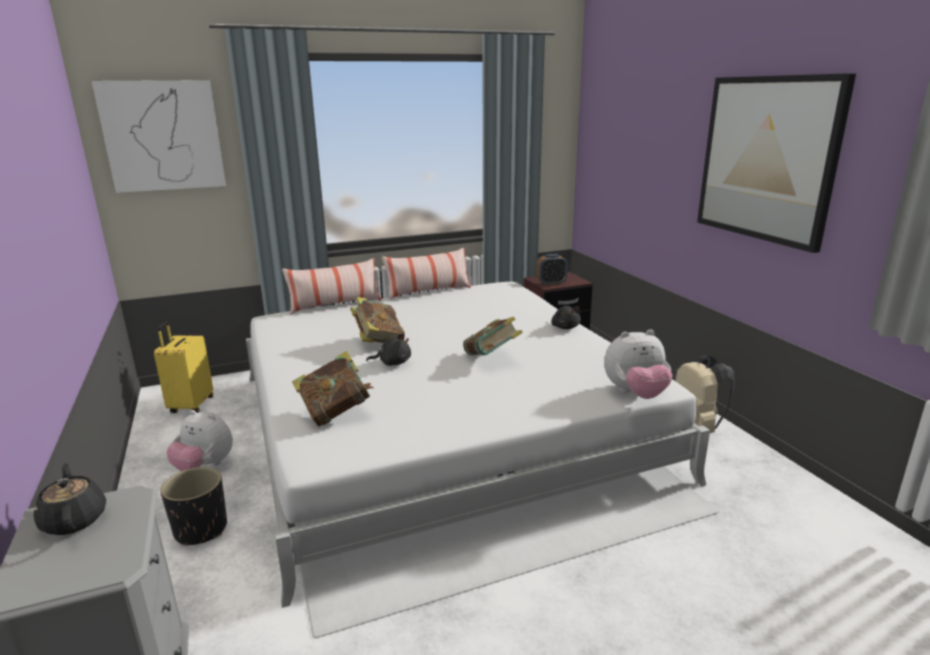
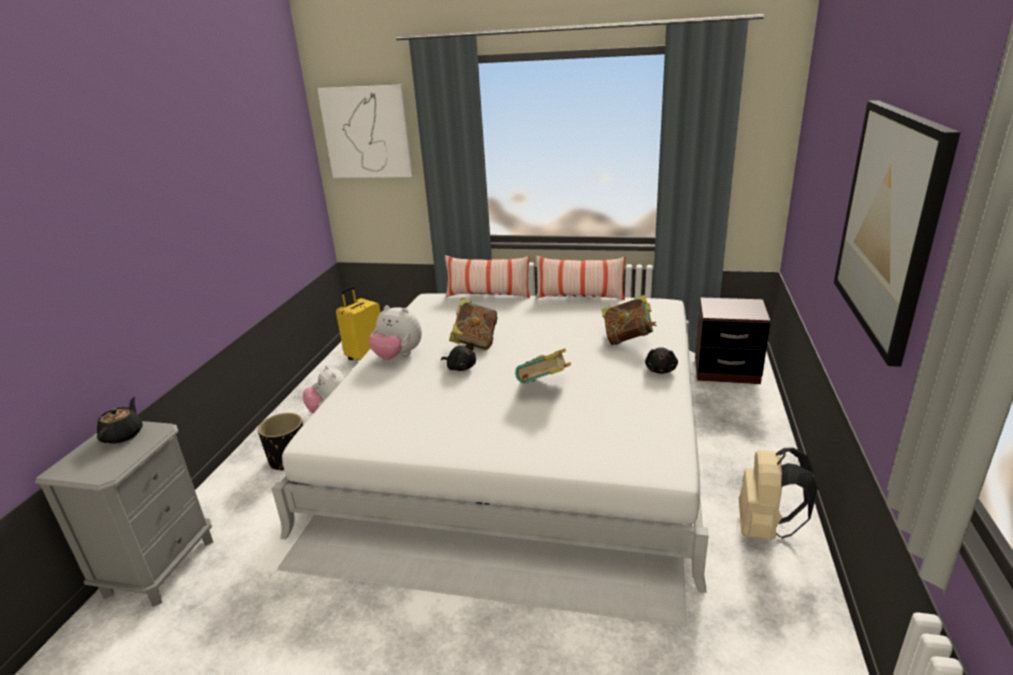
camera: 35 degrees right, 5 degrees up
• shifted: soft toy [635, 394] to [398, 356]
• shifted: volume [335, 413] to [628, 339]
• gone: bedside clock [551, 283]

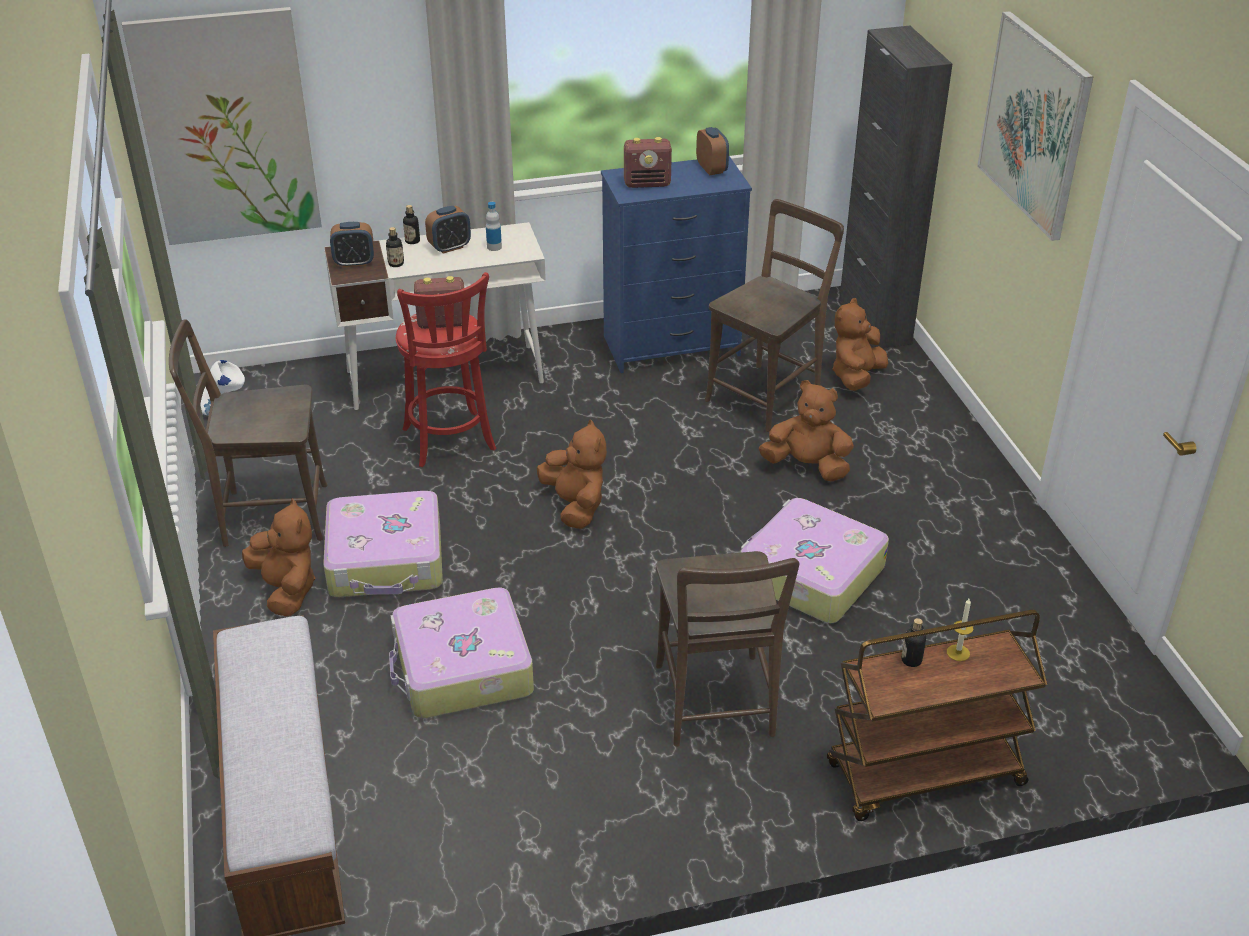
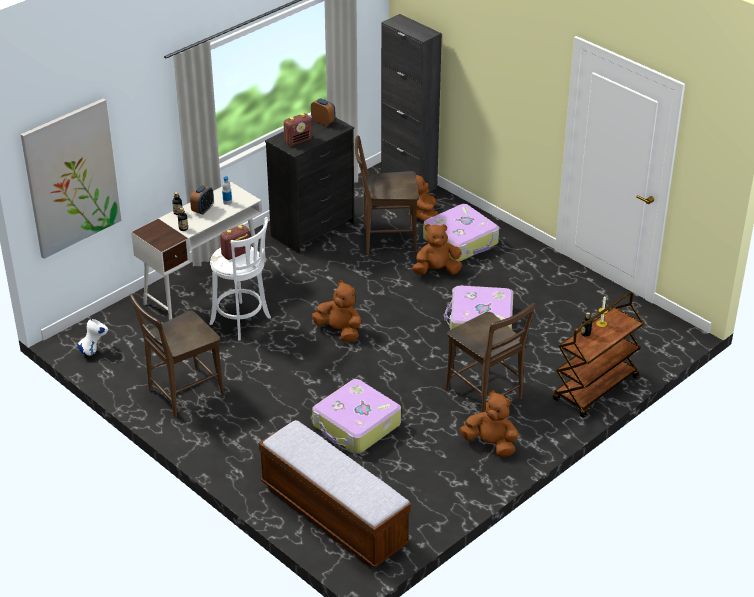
camera: 30 degrees left, 0 degrees up
• repainted: stool seat in red [450, 442] to stool seat in white [242, 322]
• repainted: drawer chest in blue [671, 346] to drawer chest in black-coloured [313, 230]
• rotated: plain chair in brownish [767, 394] = [386, 240] 105 degrees counterclockwise
• shifted: travel case [387, 560] to [461, 241]
• shifted: soft toy in brownish [286, 590] to [491, 444]
• gone: bedside clock [354, 263]
• gone: wall art [1034, 124]

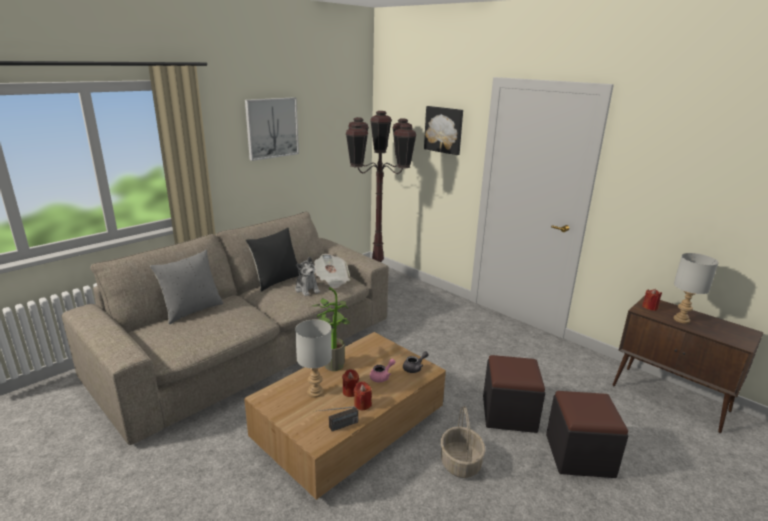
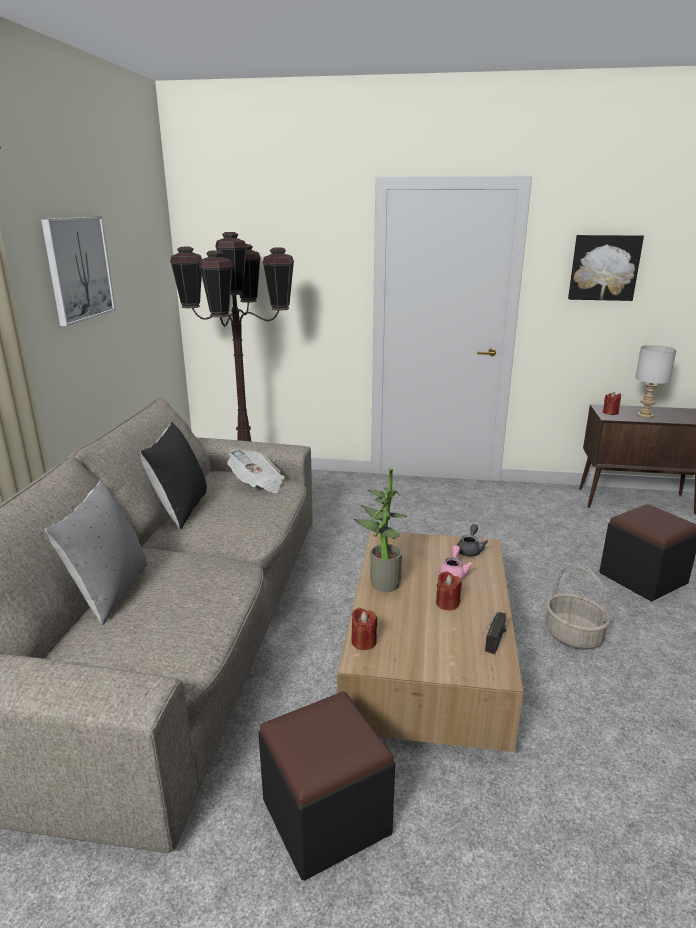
camera: 35 degrees left, 0 degrees up
• shifted: ottoman in black-coloured [509, 413] to [326, 816]
• shifted: wax light in red [362, 404] to [363, 642]
• shifted: wall art [444, 130] to [604, 267]
• gone: soft toy [307, 289]
• gone: lamp for a table in grey [315, 392]

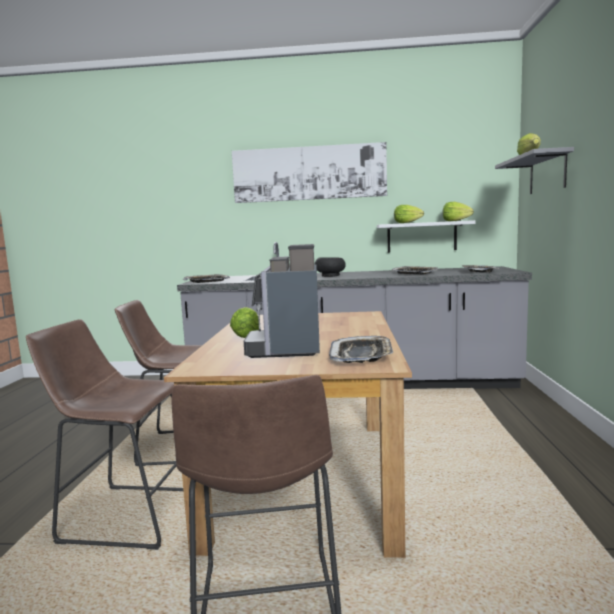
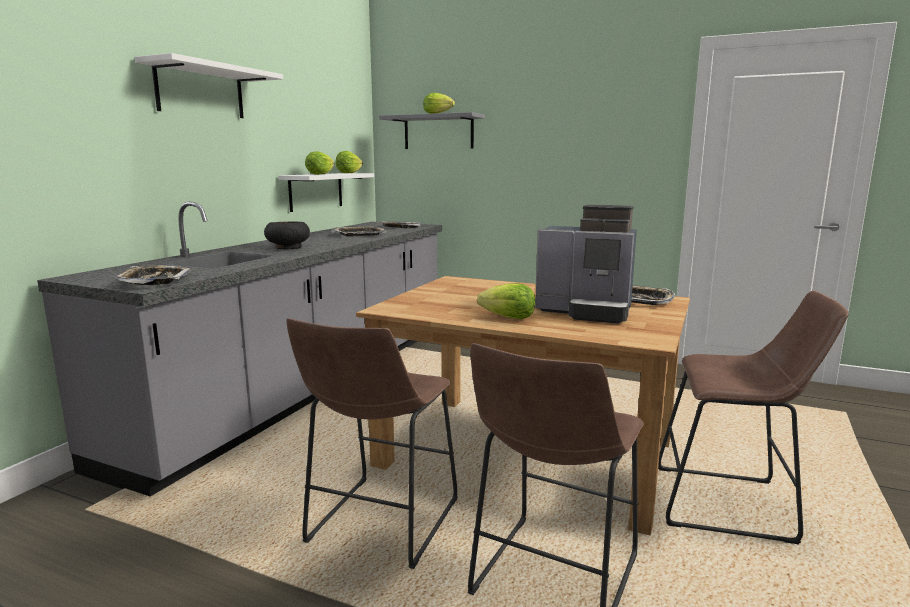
camera: 70 degrees left, 5 degrees up
• swapped: wall art [309, 173] to shelf in white [200, 91]

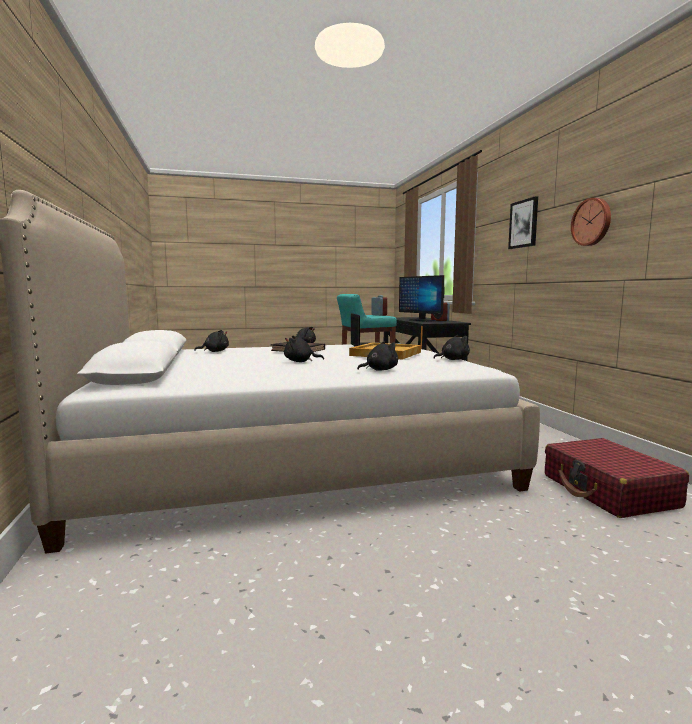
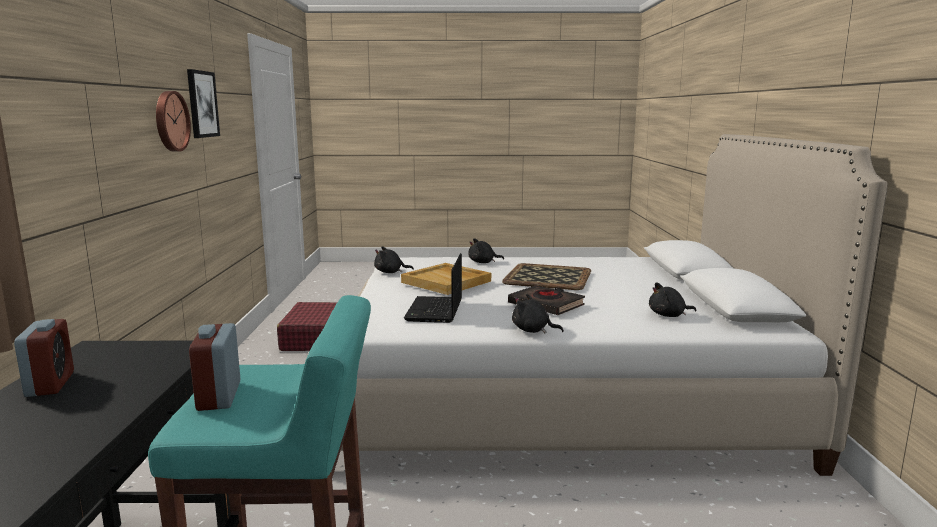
camera: 165 degrees left, 5 degrees up
• shifted: wall art [524, 224] to [202, 104]
• swapped: soft toy in black-coloured [300, 361] to carrying tray [547, 277]
• gone: monitor [422, 320]

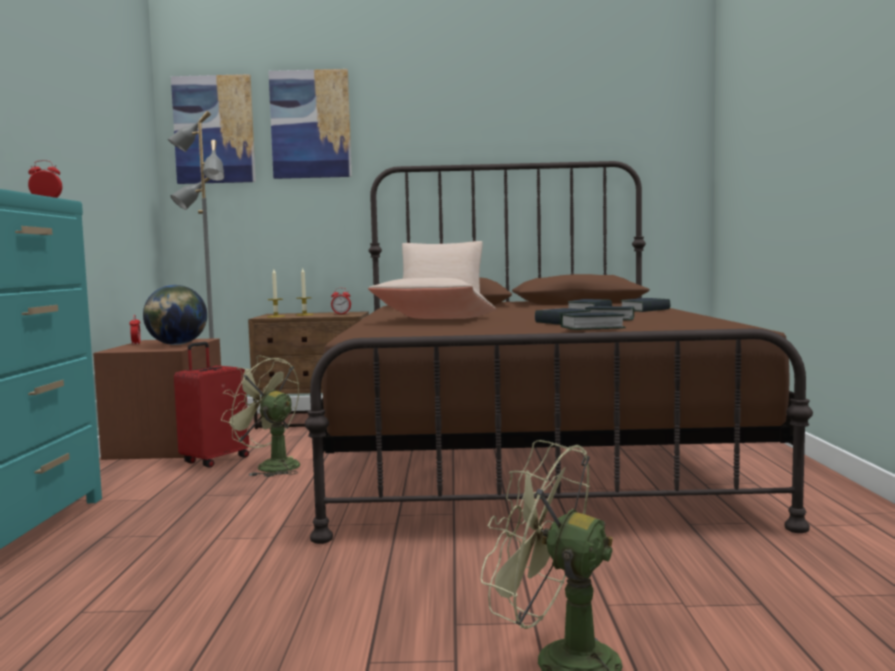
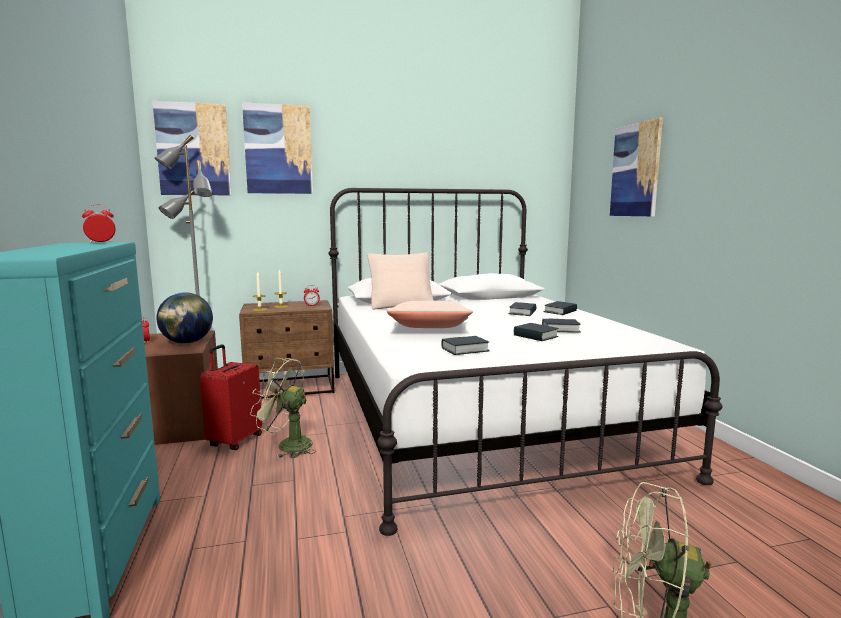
camera: 15 degrees left, 5 degrees up
• repainted: bed in brownish [527, 454] to bed in white [476, 417]
• shifted: volume [592, 328] to [465, 350]
• new: wall art [635, 170]

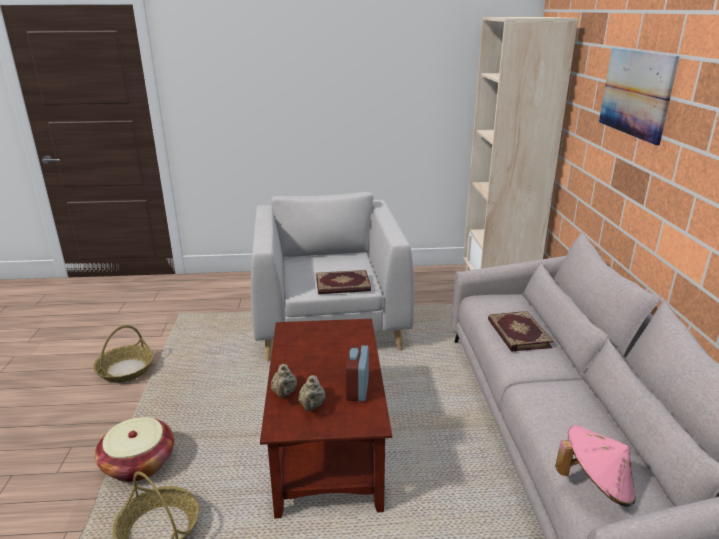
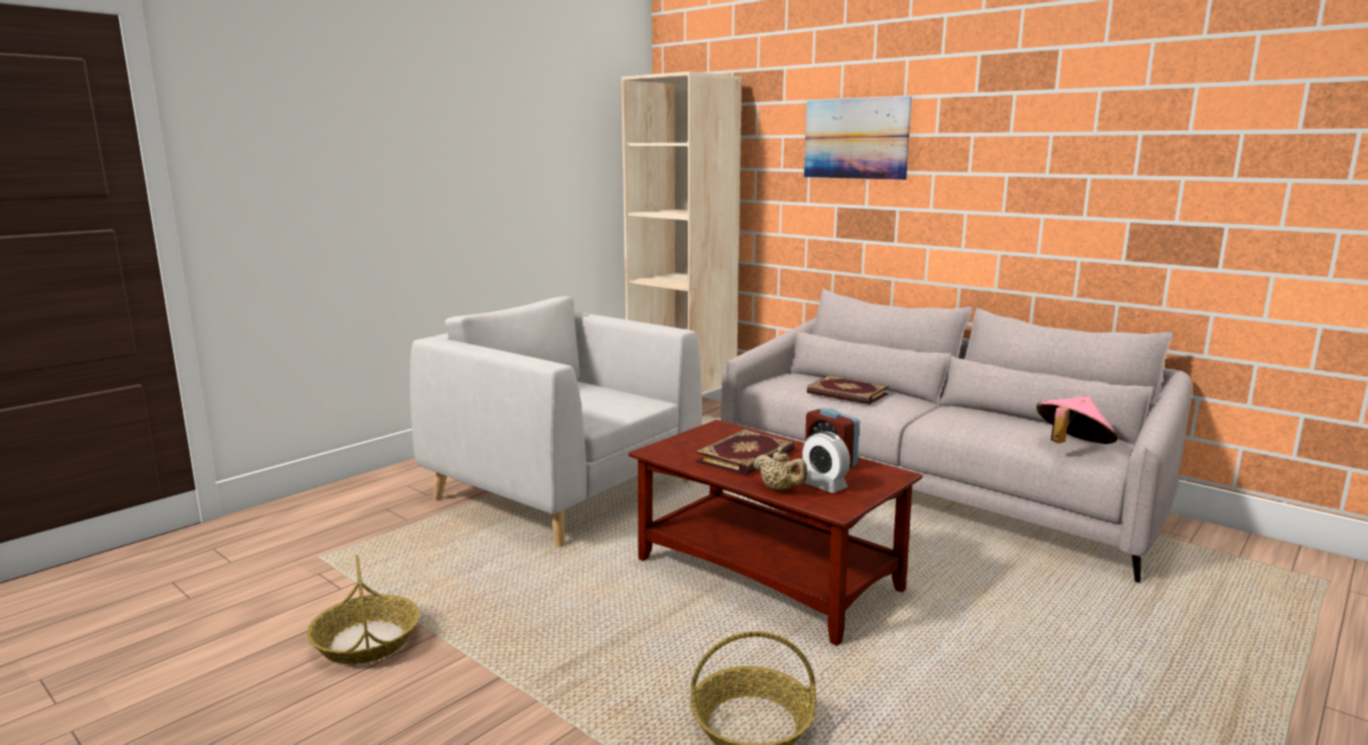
camera: 45 degrees left, 10 degrees down
• shifted: volume [343, 285] to [747, 456]
• swapped: tea pot in beige-coloured [312, 406] to bedside clock [824, 486]
• gone: household basket [139, 464]

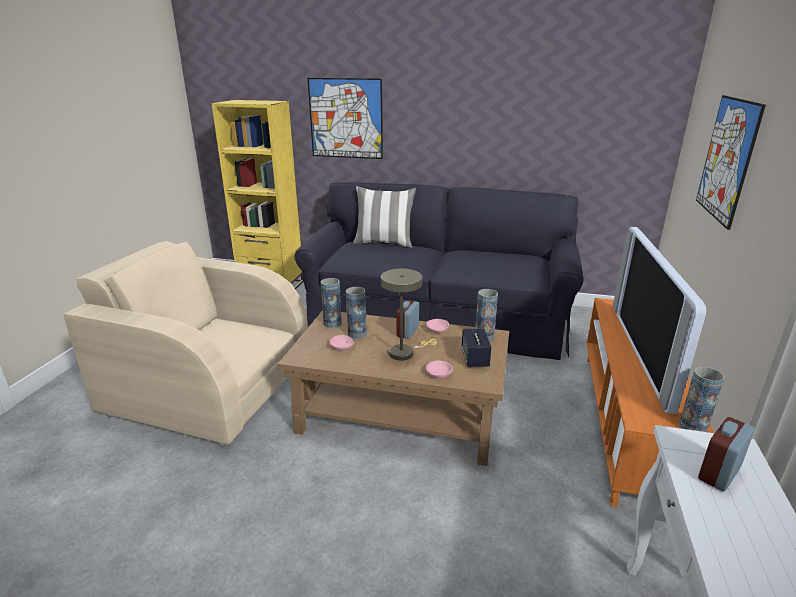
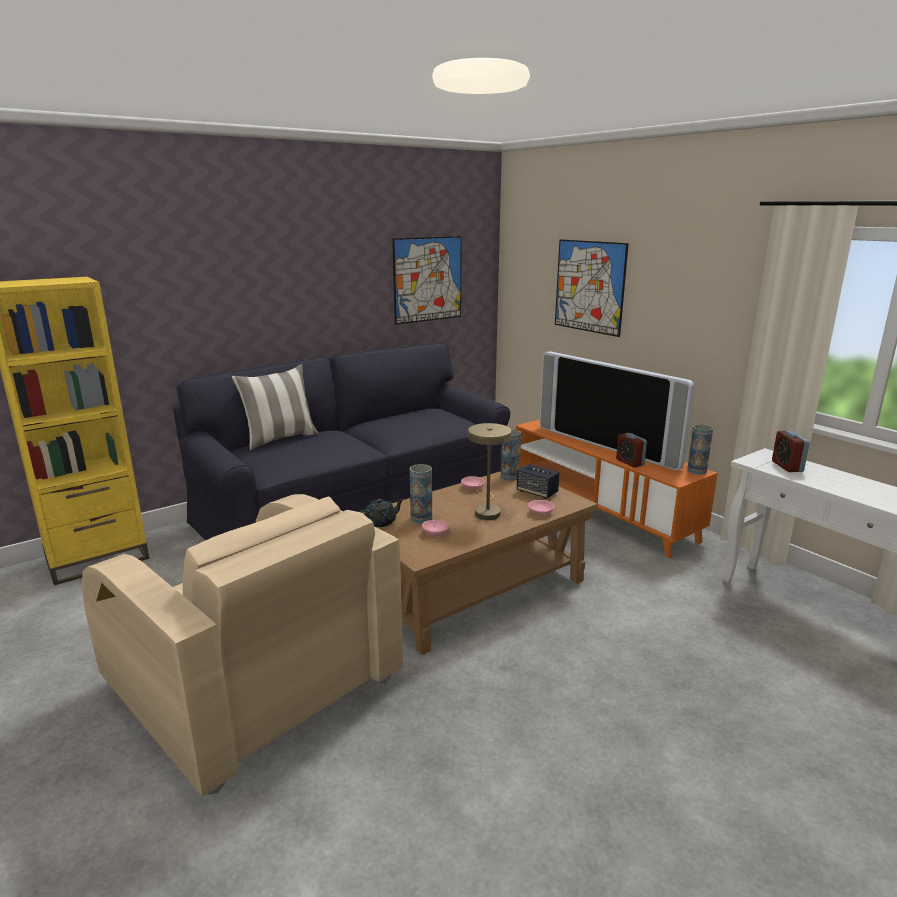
camera: 50 degrees left, 5 degrees down
• rotated: easy chair in beige-coloured [210, 388] = [253, 683] 105 degrees counterclockwise
• swapped: vase [332, 323] to tea pot in black-coloured [381, 522]
• shifted: wall art [346, 118] to [428, 279]
• shifted: bedside clock [407, 332] to [629, 462]

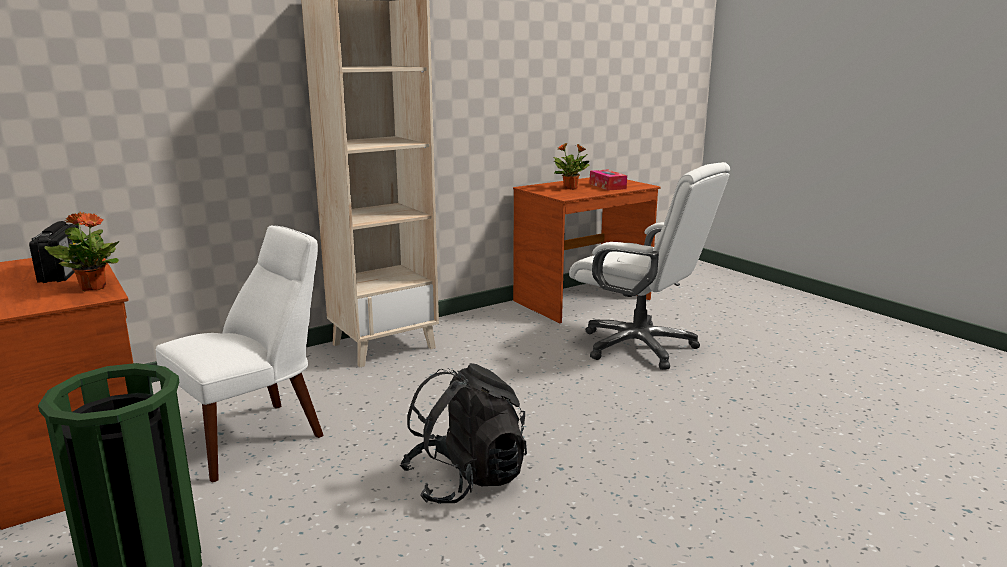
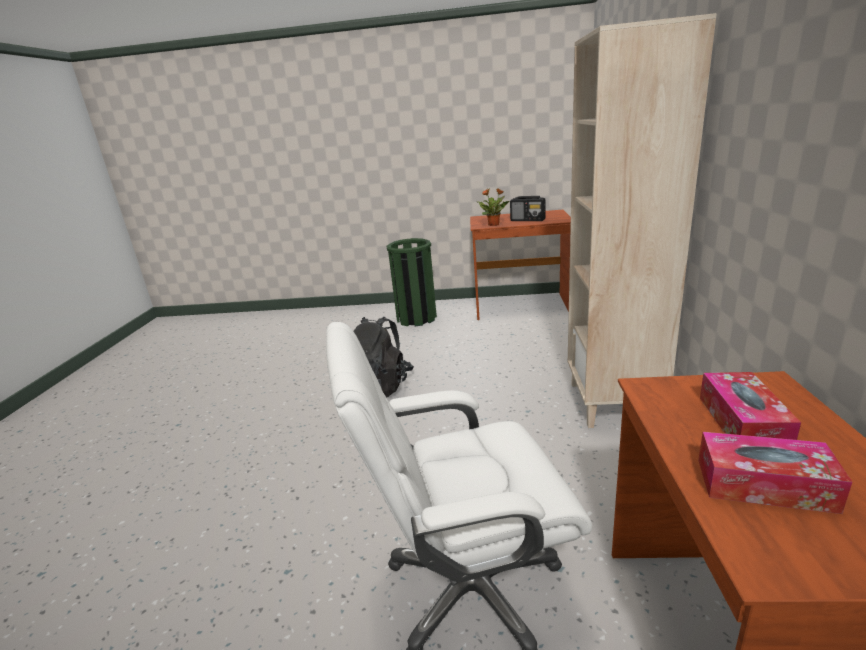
camera: 130 degrees right, 5 degrees up
• swapped: houseplant [571, 188] to box of tissues [742, 422]
• gone: plain chair in white [255, 437]

